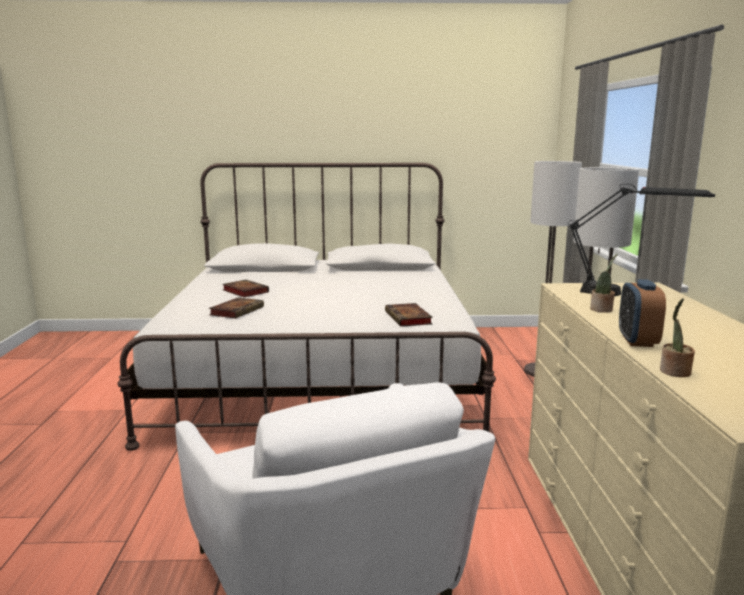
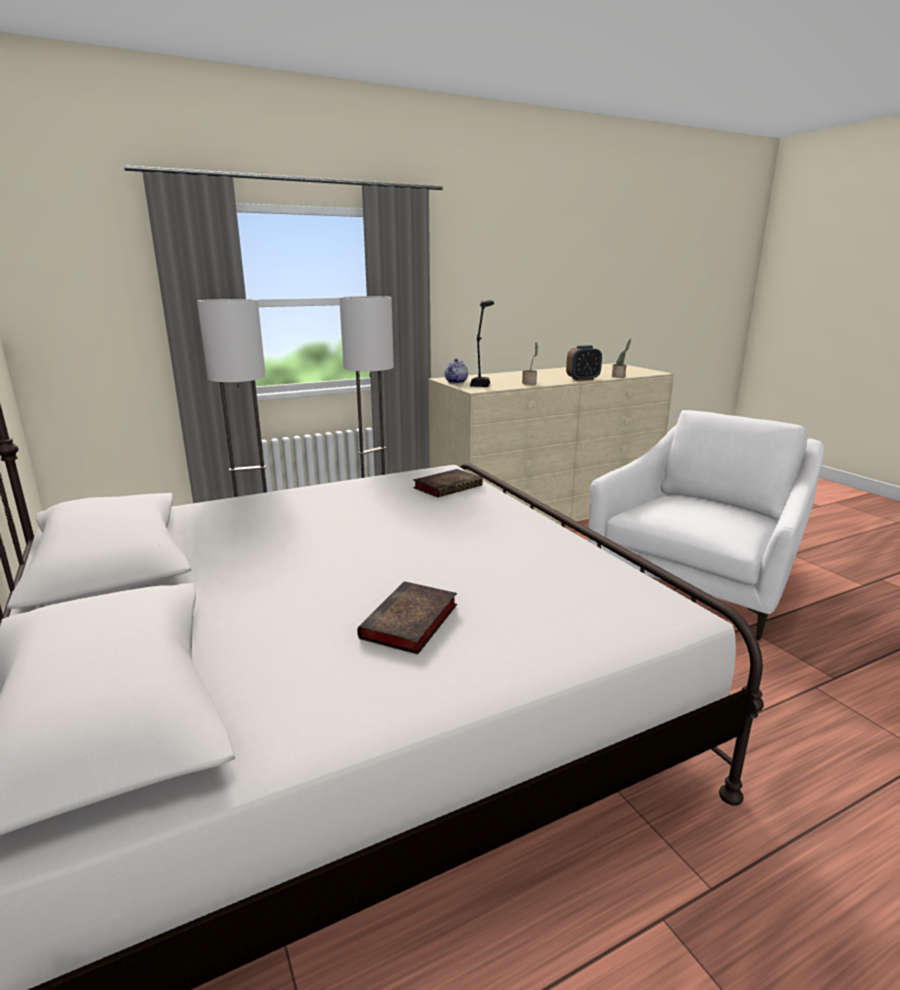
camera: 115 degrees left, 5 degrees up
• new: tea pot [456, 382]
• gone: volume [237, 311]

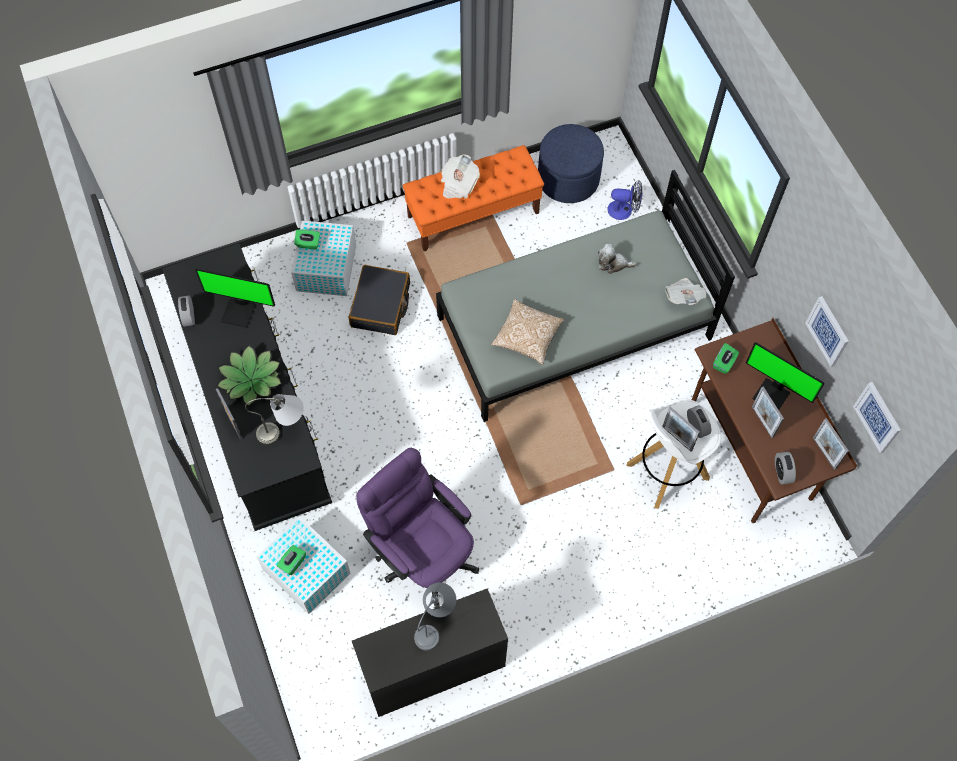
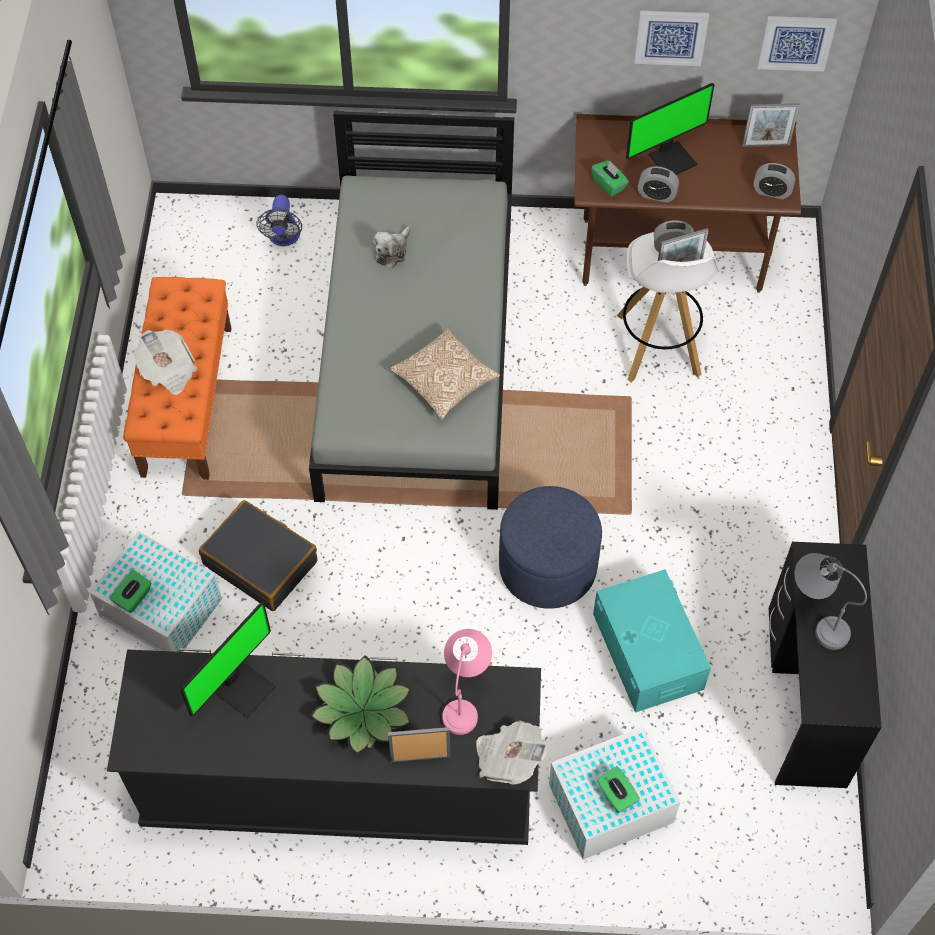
camera: 65 degrees left, 5 degrees down
• rotated: cooling fan [624, 210] = [283, 238] 150 degrees clockwise
• repainted: lamp for a table in grey [284, 431] to lamp for a table in pink-coloured [465, 695]
• shifted: printed paper [683, 297] to [508, 758]
• shifted: ottoman in blue [568, 179] to [547, 566]
• swapped: desk chair in purple-coloured [423, 554] to storage box in blue-green [647, 651]
• shifted: bedside clock [189, 316] to [656, 195]
• gone: photo frame [762, 422]

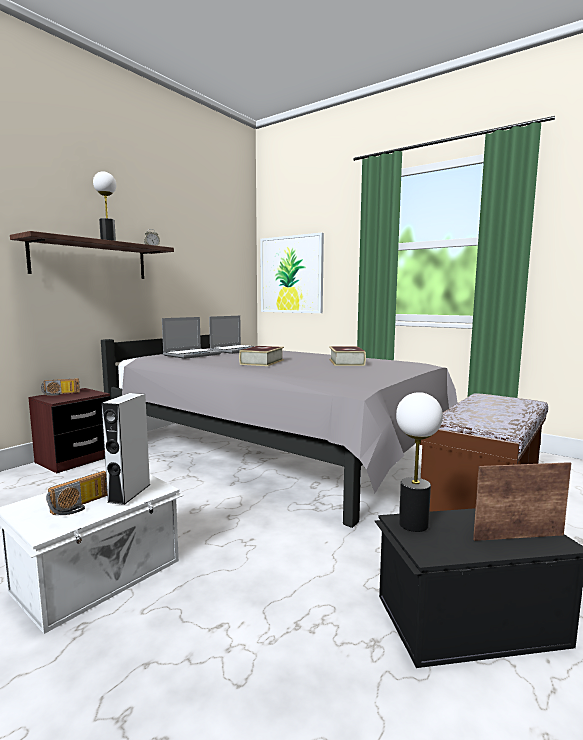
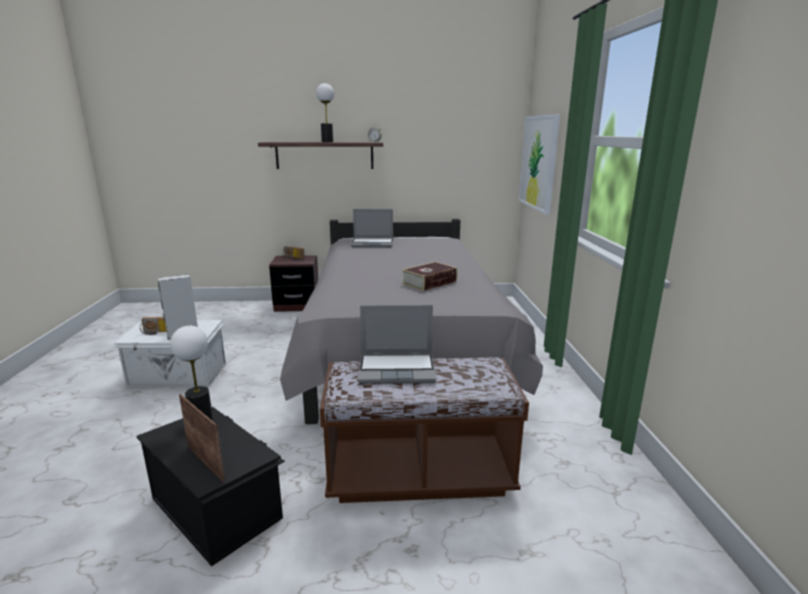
camera: 50 degrees right, 10 degrees up
• shifted: portable computer [236, 350] to [398, 369]
• gone: volume [262, 362]

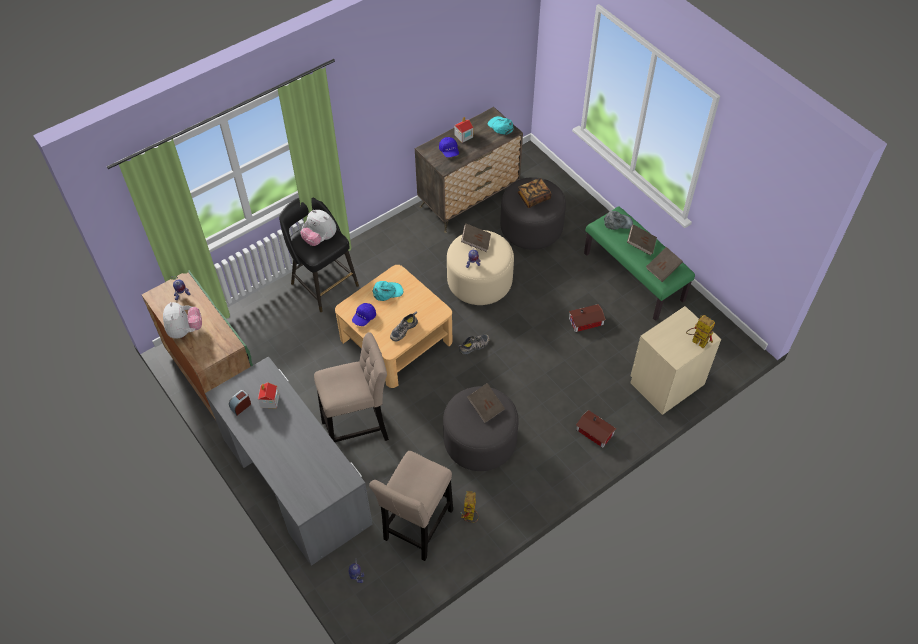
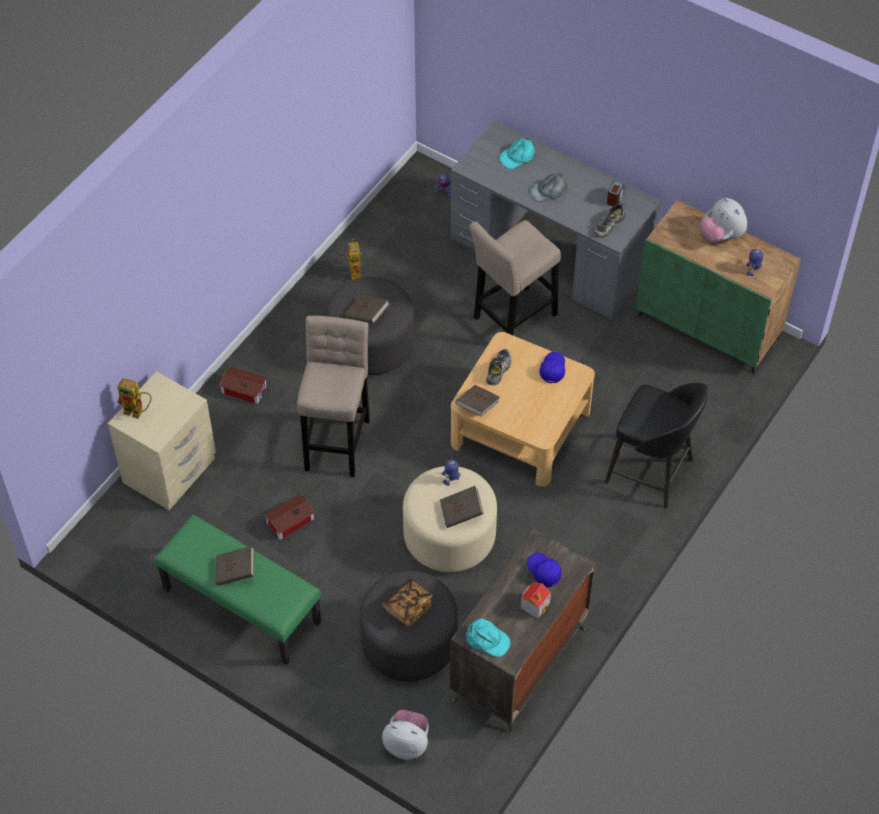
camera: 160 degrees right, 0 degrees up
• shifted: stool seat in beige-coloured [417, 528] to [337, 440]
• shifted: soft toy [320, 239] to [407, 743]
• shifted: volume in brownish [663, 269] to [477, 406]
• shifted: cap in blue-green [387, 292] to [517, 156]
• shifted: cap in grey [618, 222] to [548, 191]
• shifted: low shoe [474, 346] to [608, 224]
• gone: model house [270, 401]

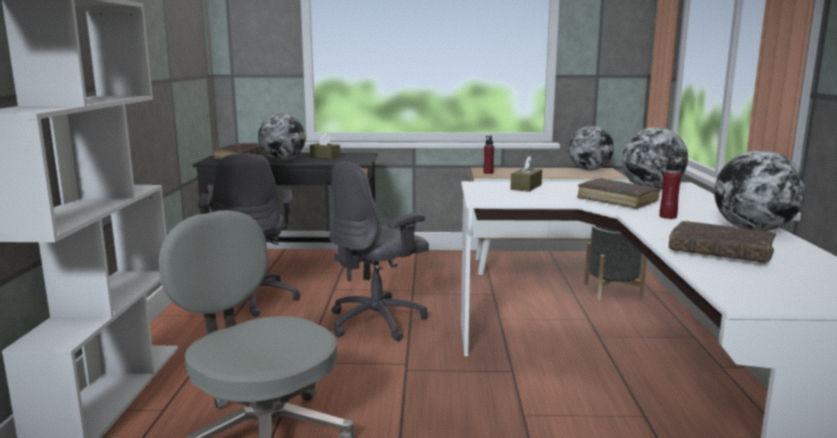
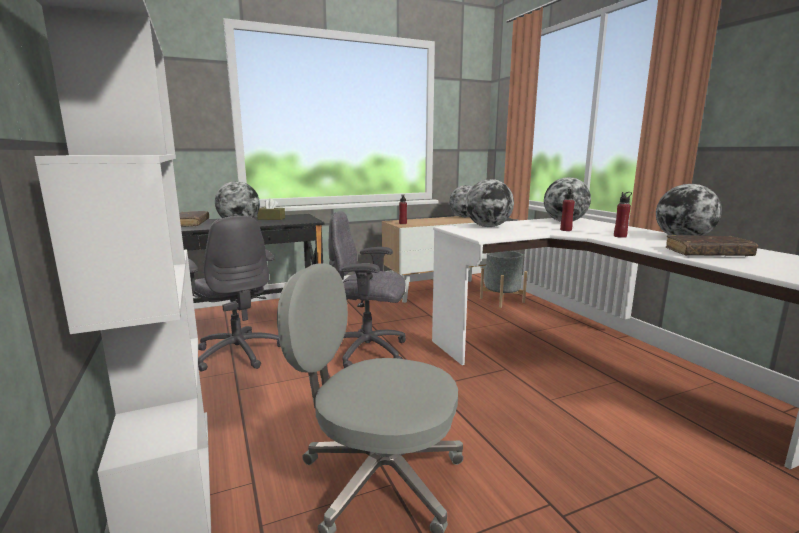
camera: 25 degrees left, 0 degrees up
• rotated: desk chair in grey [378, 321] = [368, 351] 75 degrees clockwise
• swapped: box of tissues in brownish [526, 187] to desk globe [488, 227]
• swapped: volume in brownish [617, 201] to beverage bottle in red [566, 230]

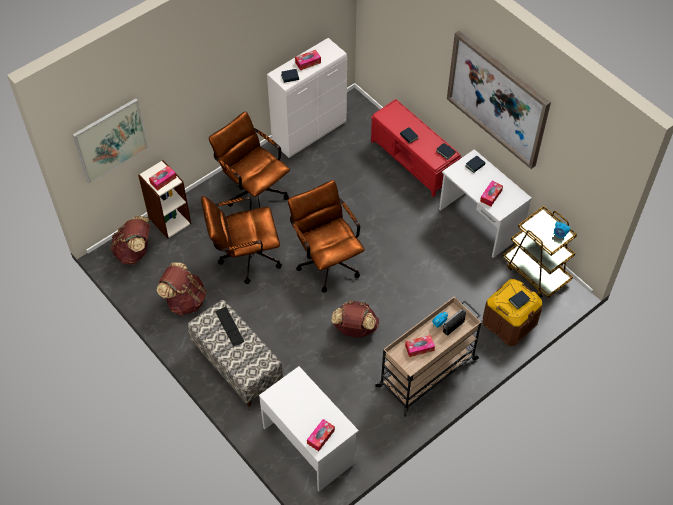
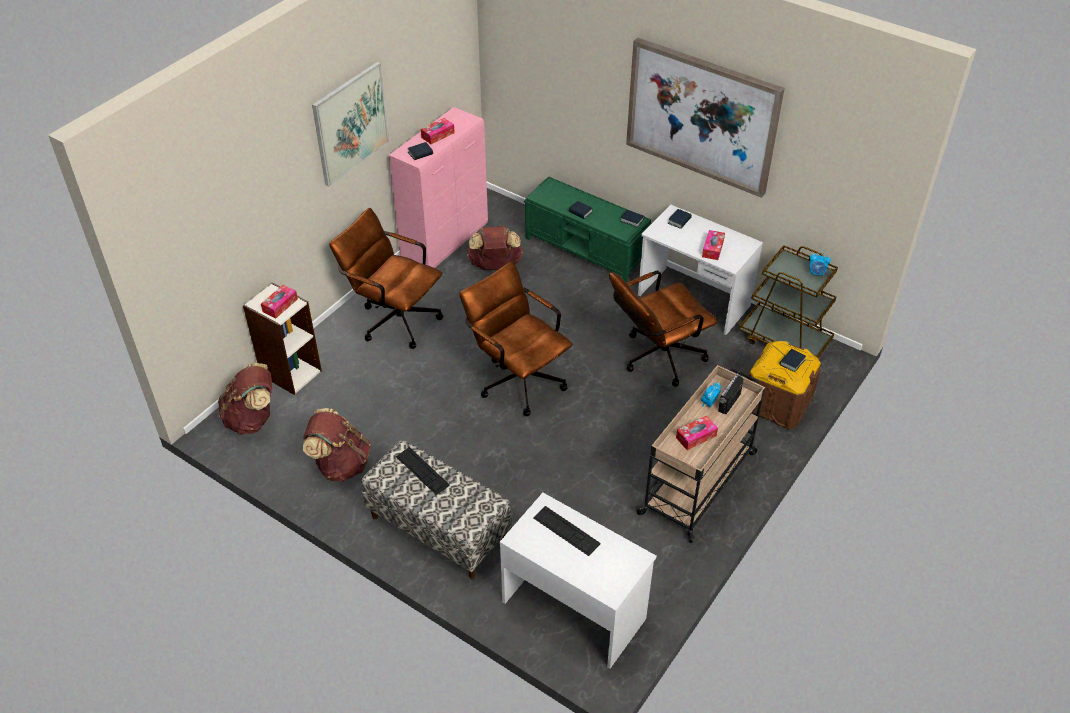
camera: 15 degrees left, 10 degrees down
• shifted: wall art [110, 140] to [351, 123]
• repainted: cupboard in white [310, 132] to cupboard in pink-coloured [445, 242]
• shifted: knapsack in brownish [354, 329] to [495, 266]
• repainted: long seat in red [413, 161] to long seat in greenish [586, 250]
• new: keyboard [566, 531]
• shifted: desk chair in brownish [244, 258] to [656, 359]
• gone: box of tissues [321, 437]

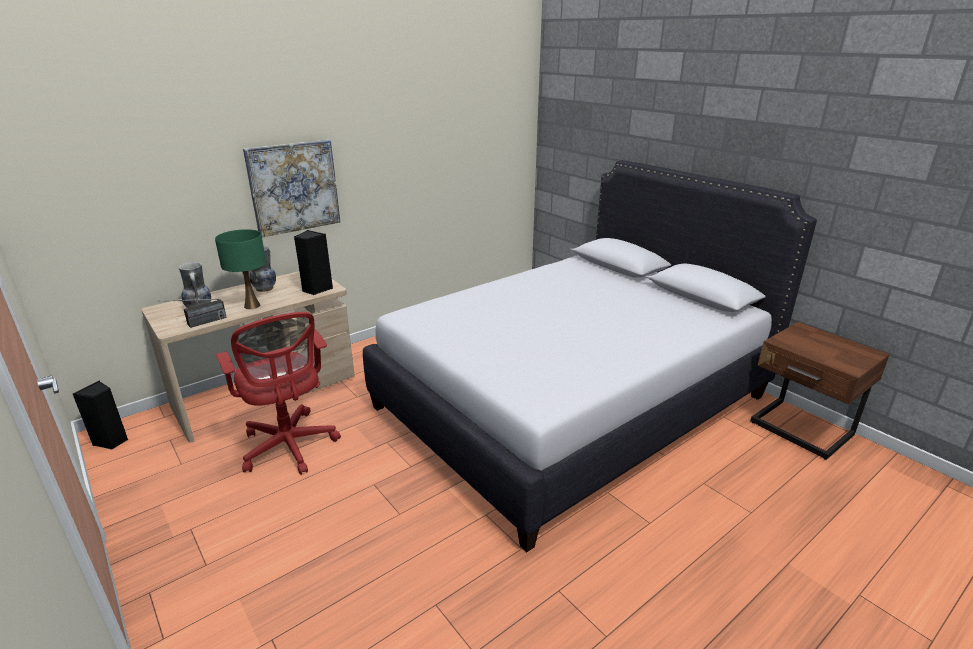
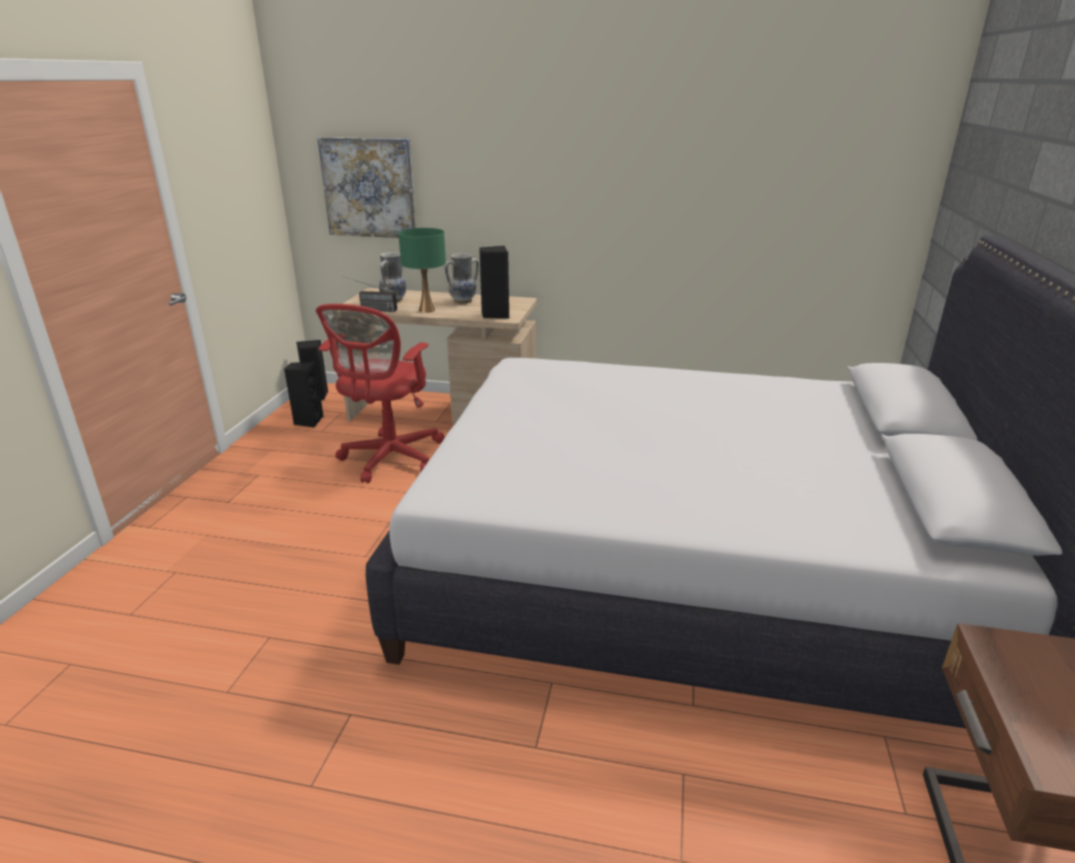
camera: 50 degrees right, 0 degrees up
• new: loudspeaker in black-coloured [308, 421]
• shifted: wall art [294, 187] to [369, 188]

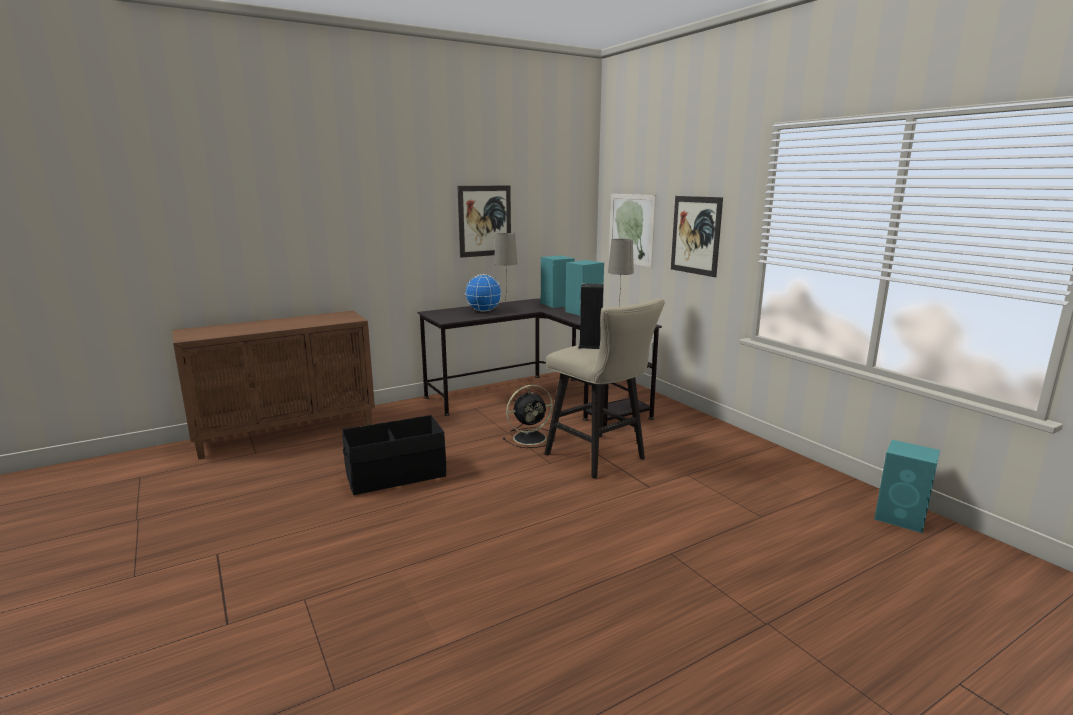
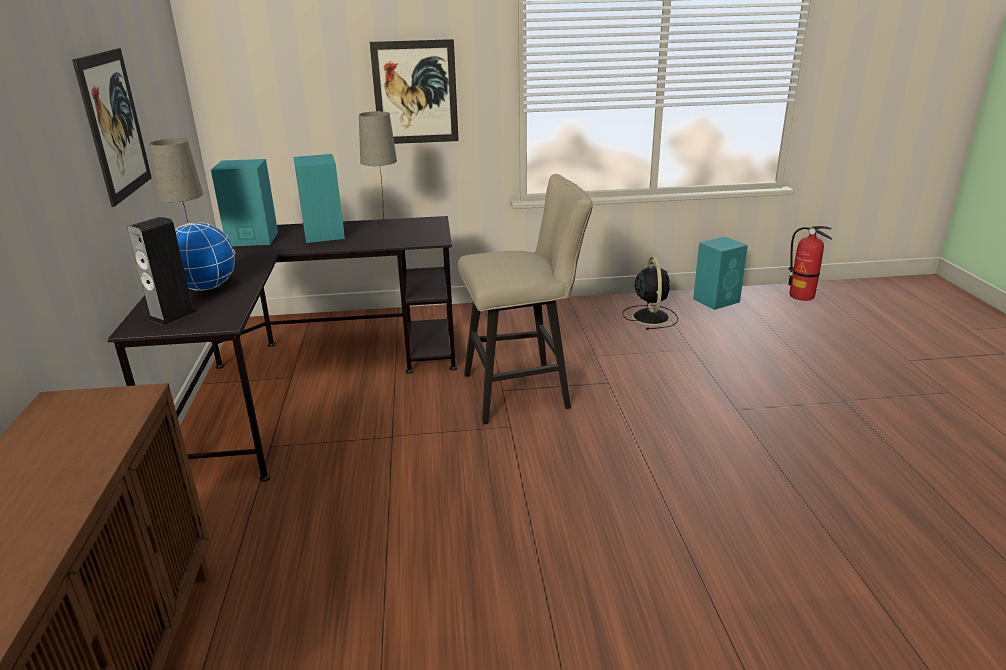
camera: 65 degrees left, 10 degrees up
• shifted: loudspeaker [590, 346] to [172, 315]
• shifted: cooling fan in black-coloured [531, 438] to [650, 316]
• new: fire extinguisher [802, 296]
• gone: storage box in black-coloured [396, 475]
• gone: wall art [631, 229]

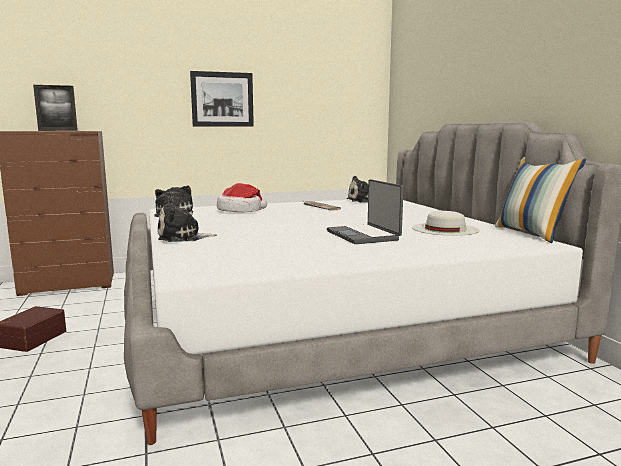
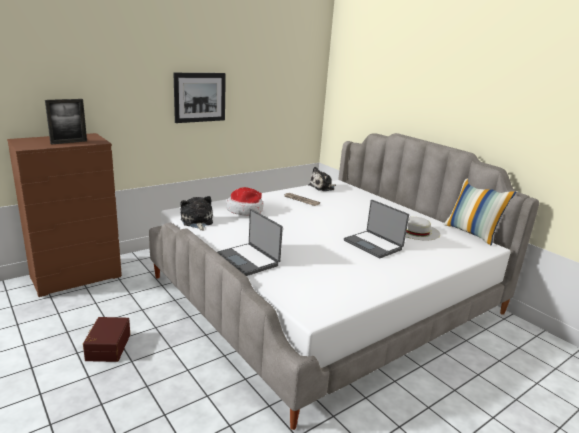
camera: 20 degrees left, 10 degrees up
• swapped: soft toy [183, 237] to portable computer [249, 260]

